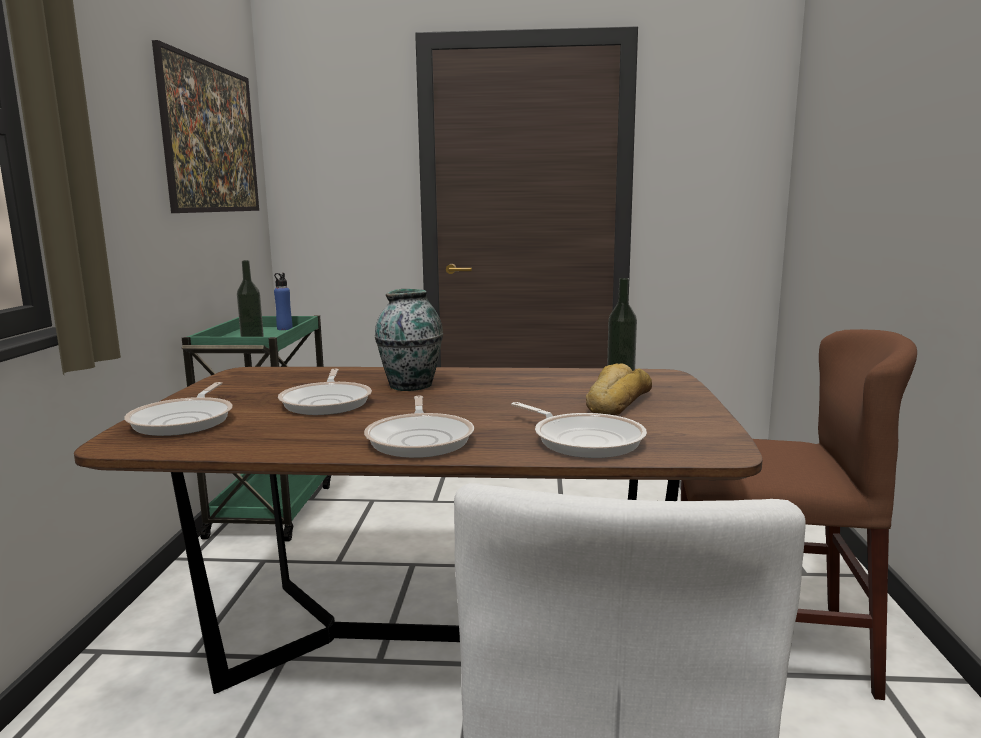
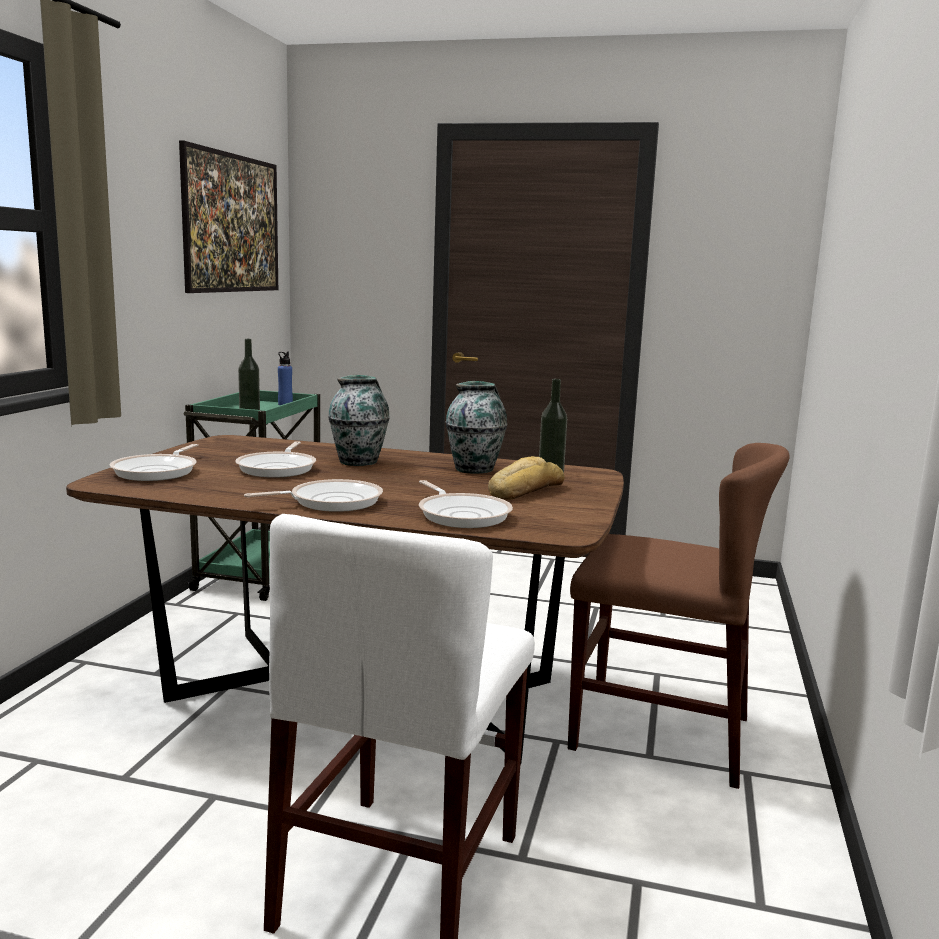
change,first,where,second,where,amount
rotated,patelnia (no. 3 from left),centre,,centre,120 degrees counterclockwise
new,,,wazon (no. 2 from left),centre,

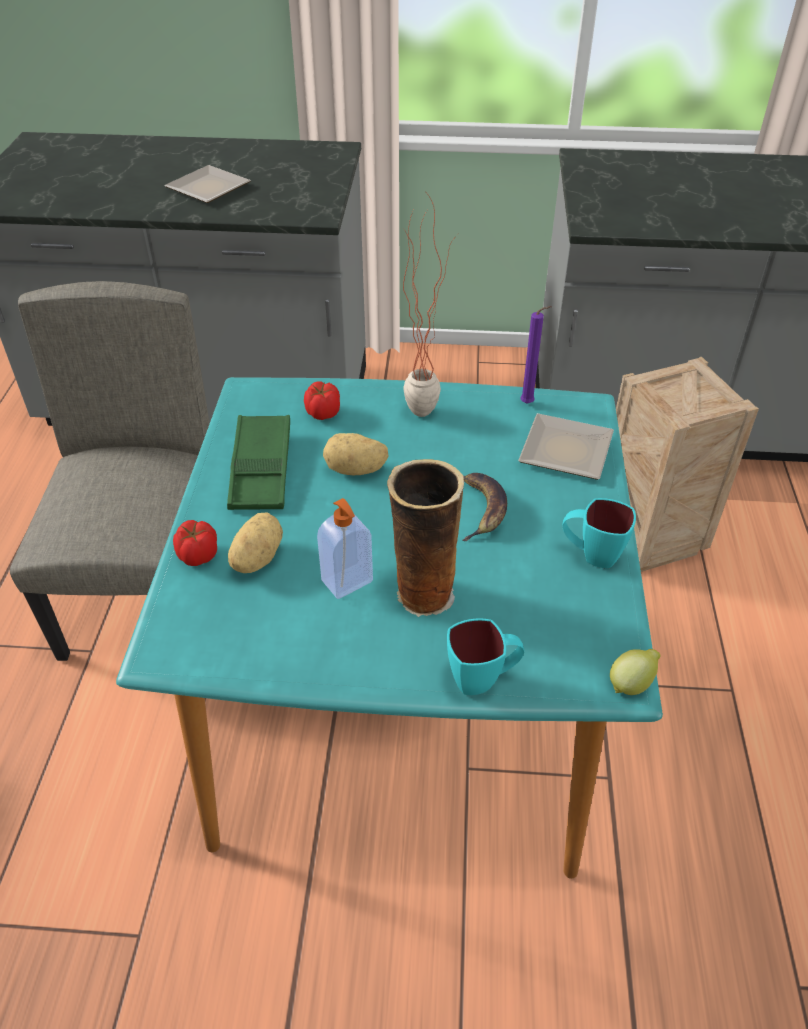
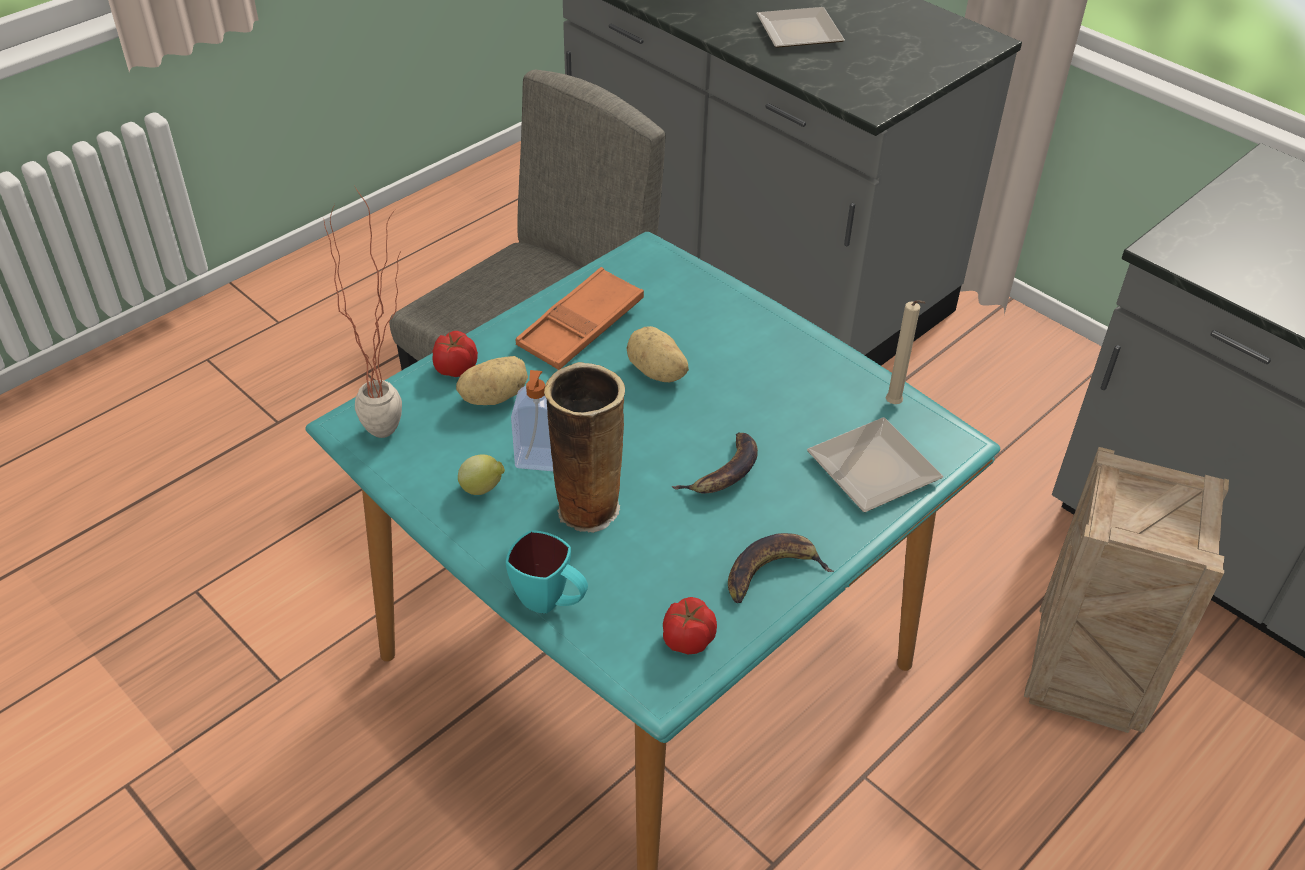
change,first,where,second,where,amount
shifted,roślina doniczkowa,top centre,,middle left,
repainted,świeca [fioletowy],centre,świeca [beżowy],middle right,
shifted,pomidor (no. 2 from left),centre,,bottom centre,
repainted,taca [zielony],middle left,taca [pomarańczowy],centre,
swapped,kubek [turkusowy] (no. 2 from left),middle right,banan (no. 2 from left),centre,
shifted,cytryna,middle right,,centre,

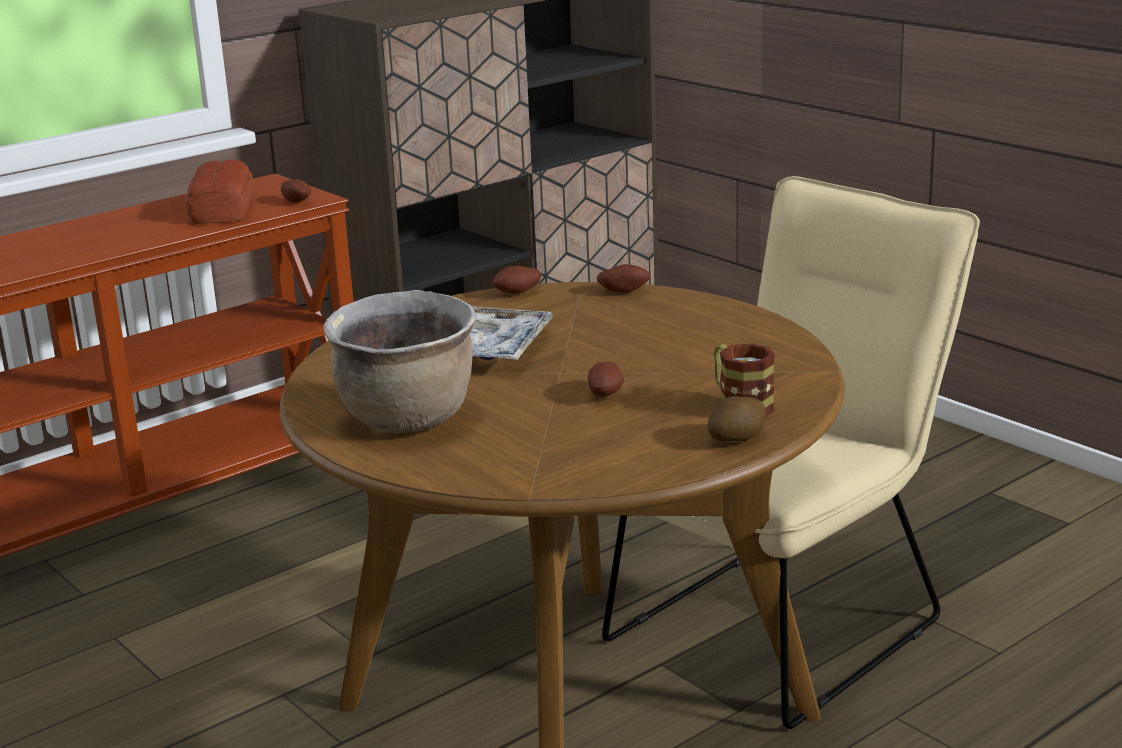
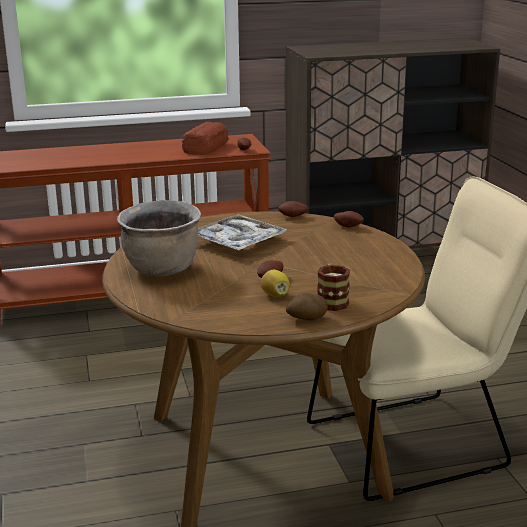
change,first,where,second,where,amount
new,,,cytryna,centre,

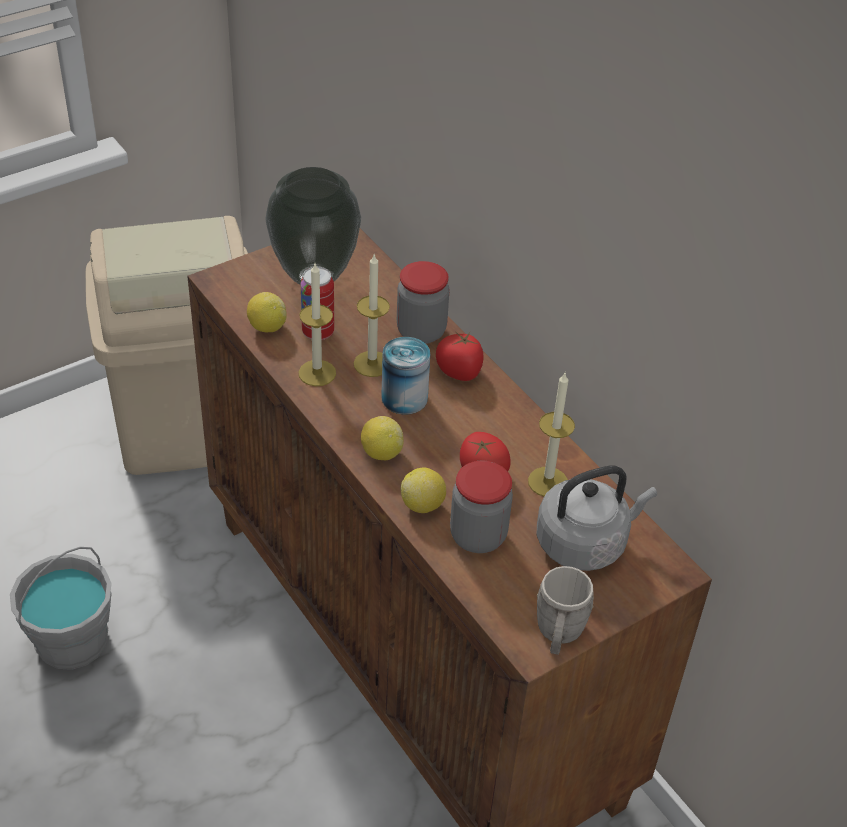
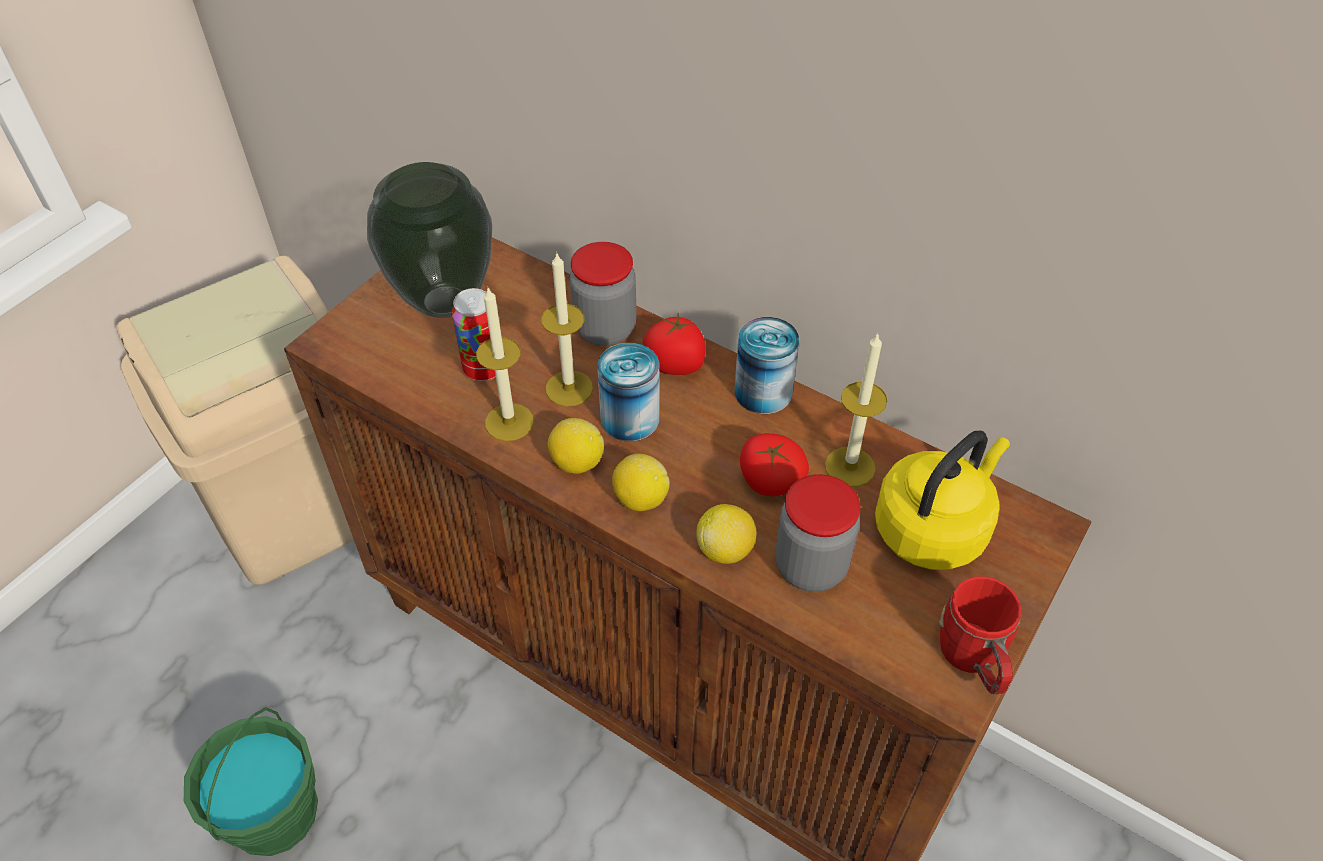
change,first,where,second,where,amount
shifted,cytryna (no. 1 from left),middle left,,centre,
repainted,czajnik [szary],middle right,czajnik [żółty],middle right,
repainted,wiadro [szary],bottom left,wiadro [zielony],bottom left,
repainted,kubek [szary],bottom right,kubek [czerwony],bottom right,
new,,,puszka (no. 3 from left),centre,

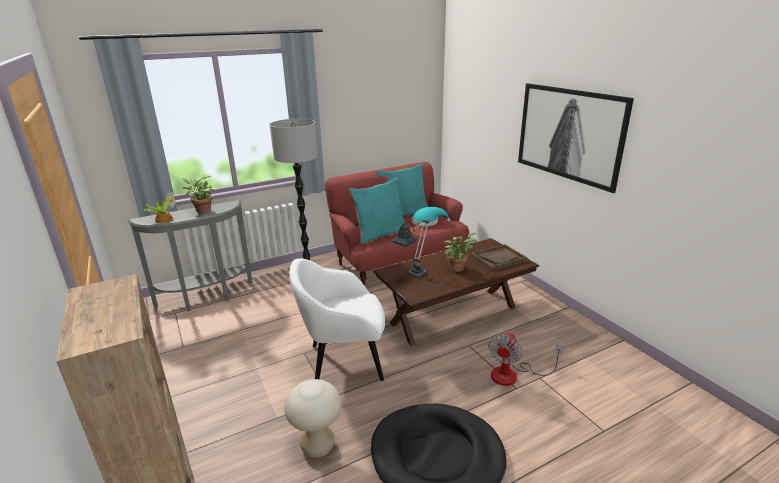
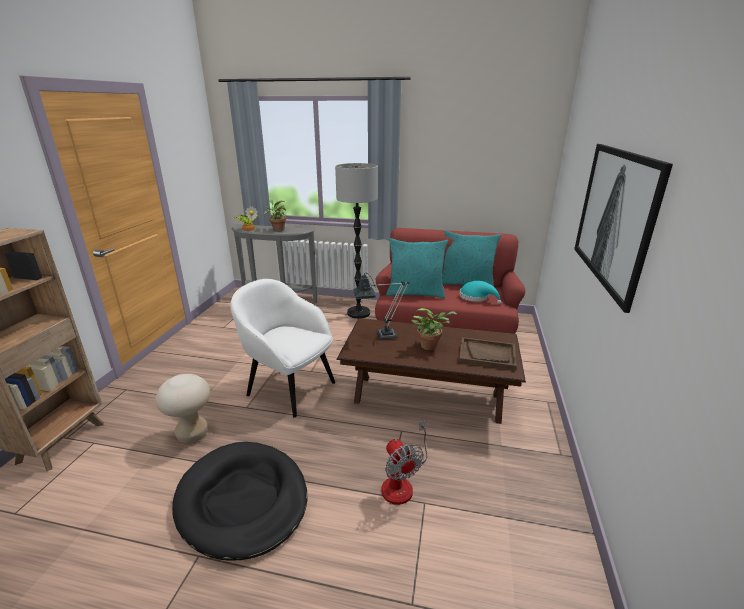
change,first,where,second,where,amount
rotated,wentylator,bottom right,,bottom centre,90 degrees counterclockwise

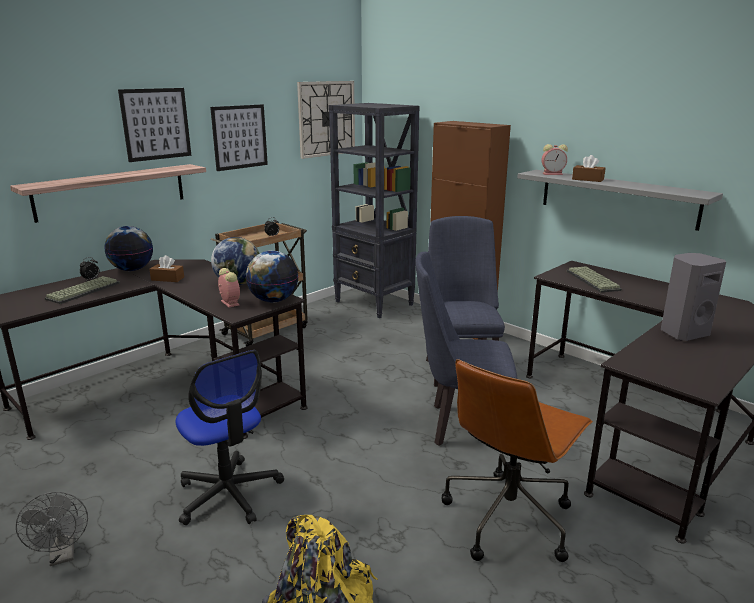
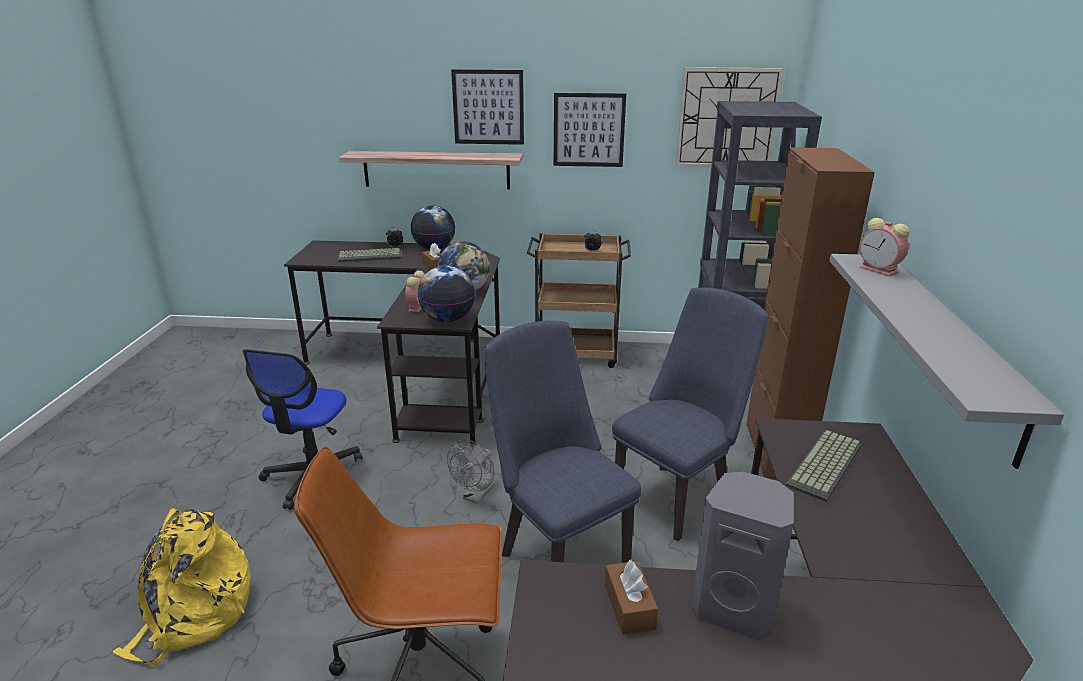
change,first,where,second,where,amount
shifted,pudełko chusteczek [brązowy] (no. 2 from left),top right,,bottom centre,
shifted,wentylator [szary],bottom left,,bottom centre,

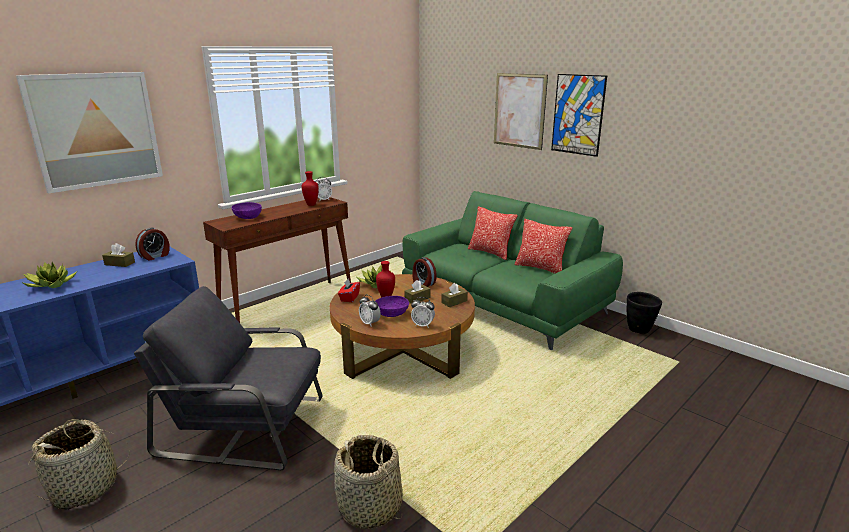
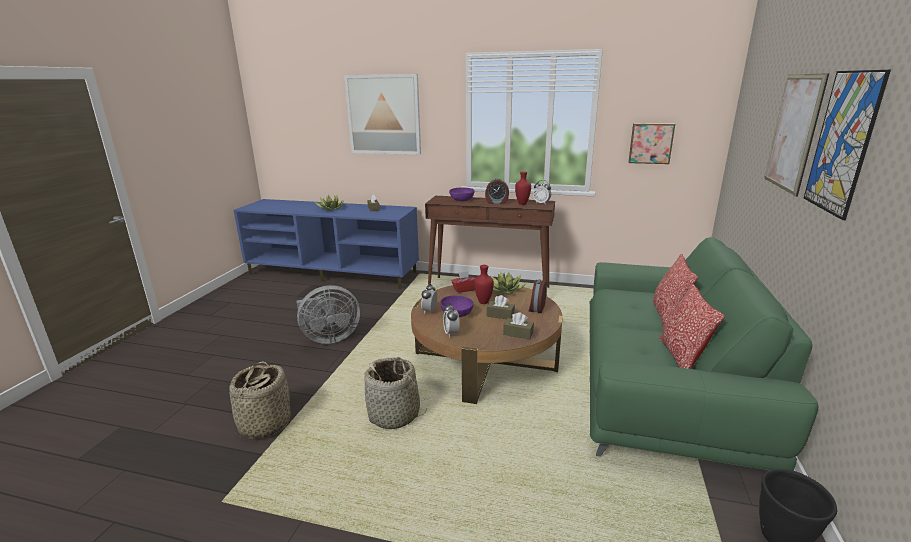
change,first,where,second,where,amount
shifted,budzik (no. 1 from left in the first image),middle left,budzik (no. 3 from left),centre,
swapped,fotel [szary],bottom left,wentylator [szary],centre,
shifted,koszyk (no. 1 from left in the first image),bottom left,koszyk (no. 2 from left),bottom centre,
new,,,obraz (no. 2 from left),top right,

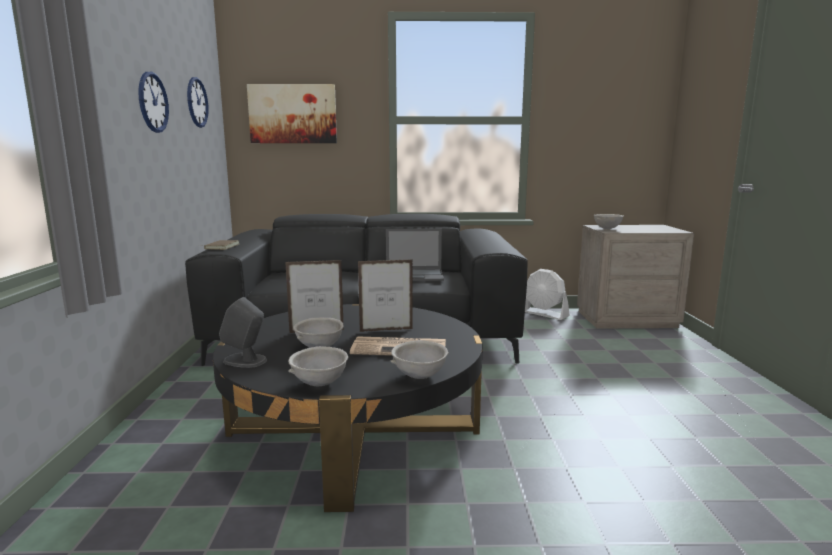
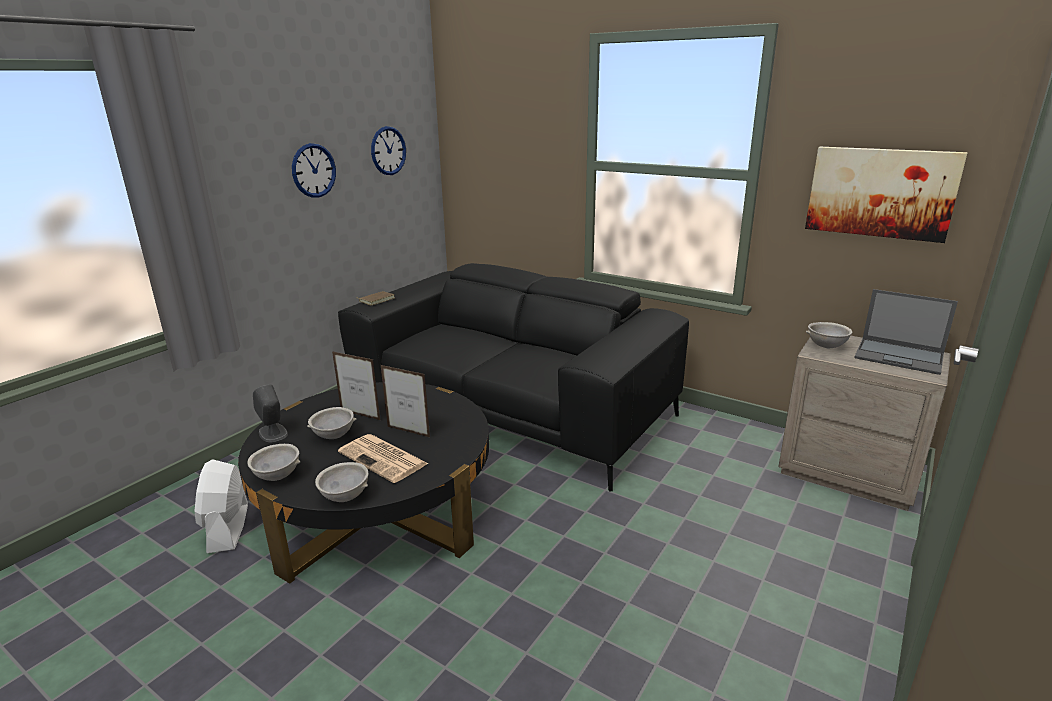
change,first,where,second,where,amount
shifted,obraz,top centre,,top right,
shifted,laptop,centre,,middle right,
shifted,wentylator [biały],centre,,bottom left,

